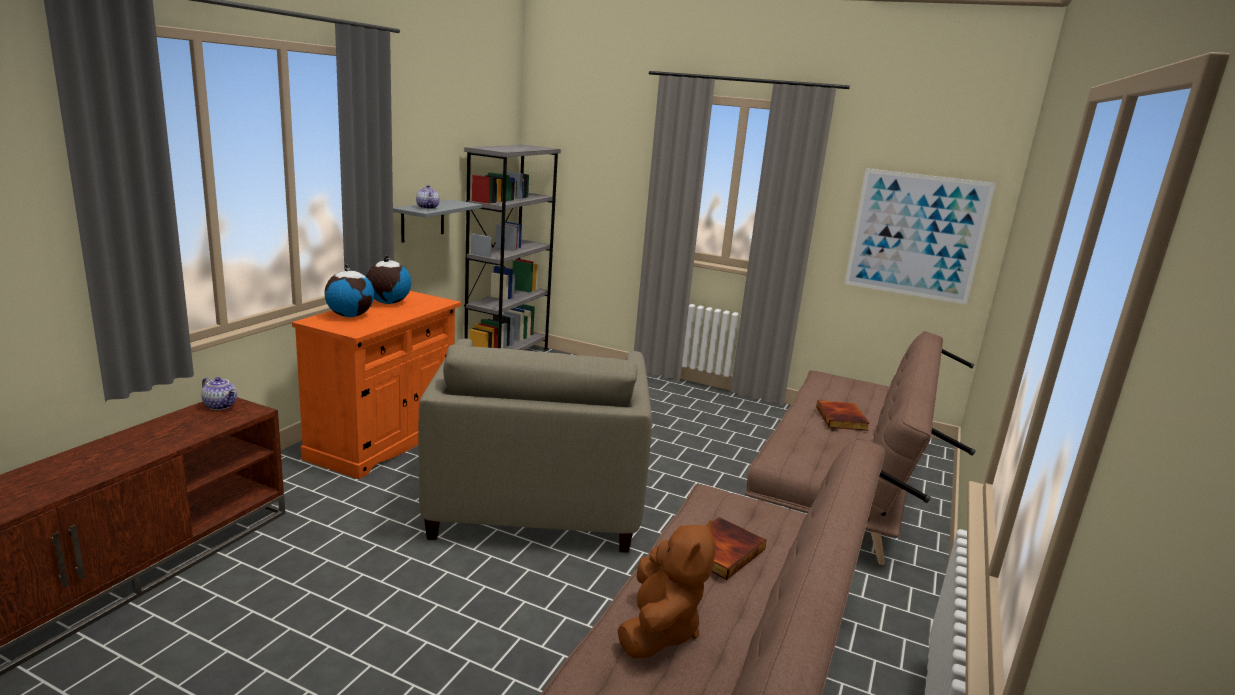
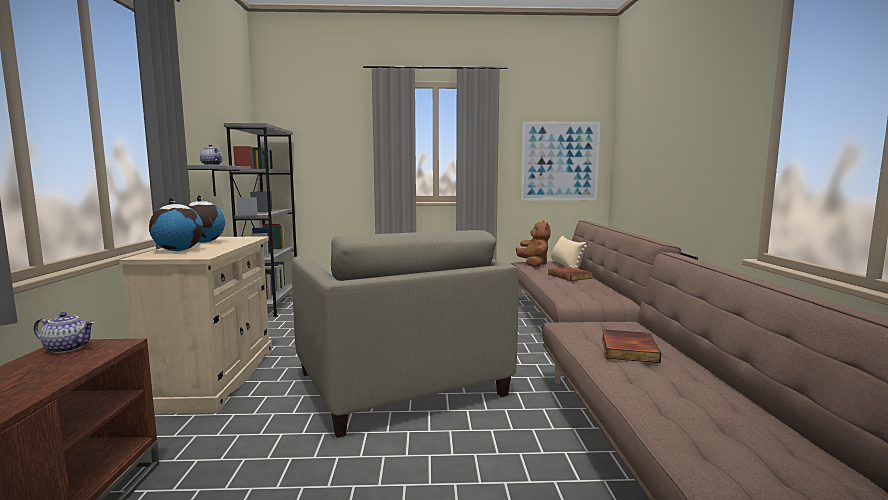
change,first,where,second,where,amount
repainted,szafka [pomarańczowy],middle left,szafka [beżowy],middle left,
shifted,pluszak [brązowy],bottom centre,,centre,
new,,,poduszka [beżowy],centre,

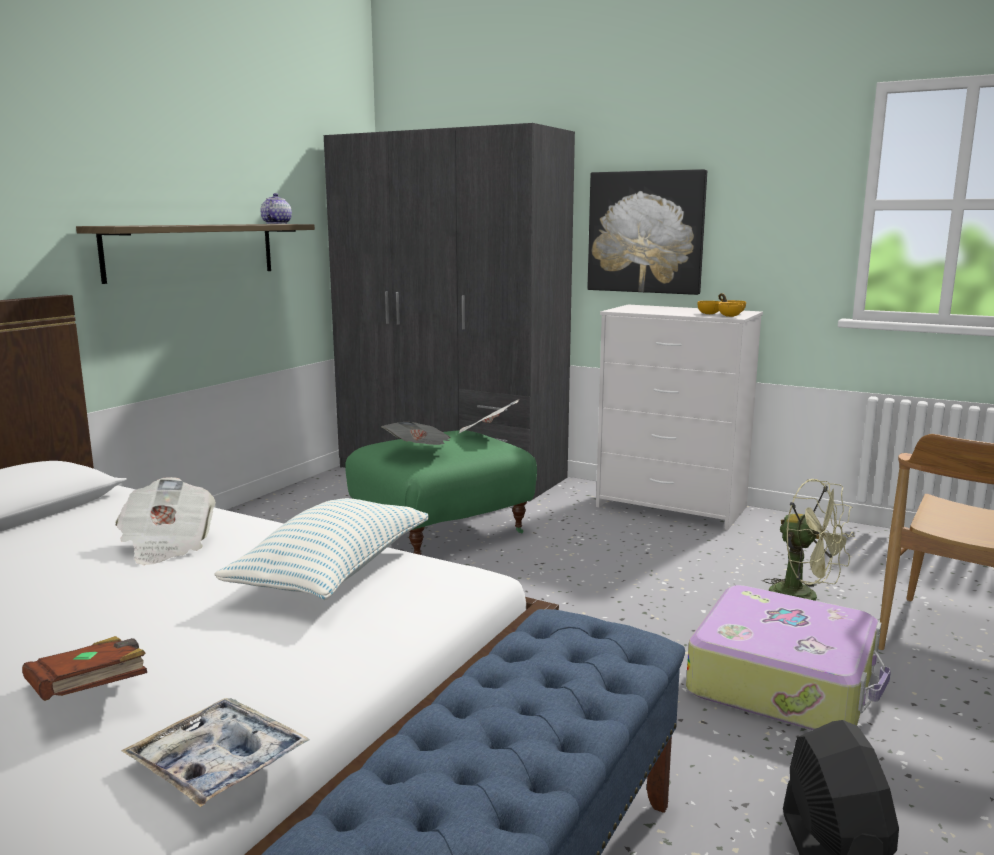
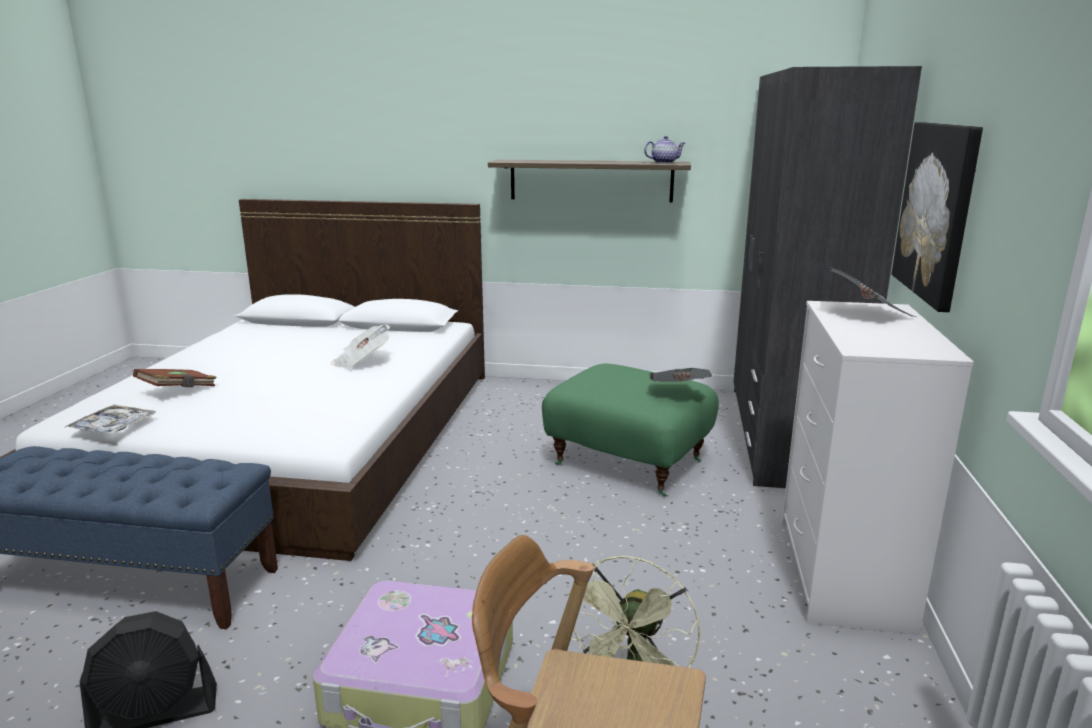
change,first,where,second,where,amount
gone,miska,middle right,,,
shifted,gazeta (no. 2 from left in the first image),centre,gazeta (no. 3 from left),middle right,
gone,poduszka,middle left,,,

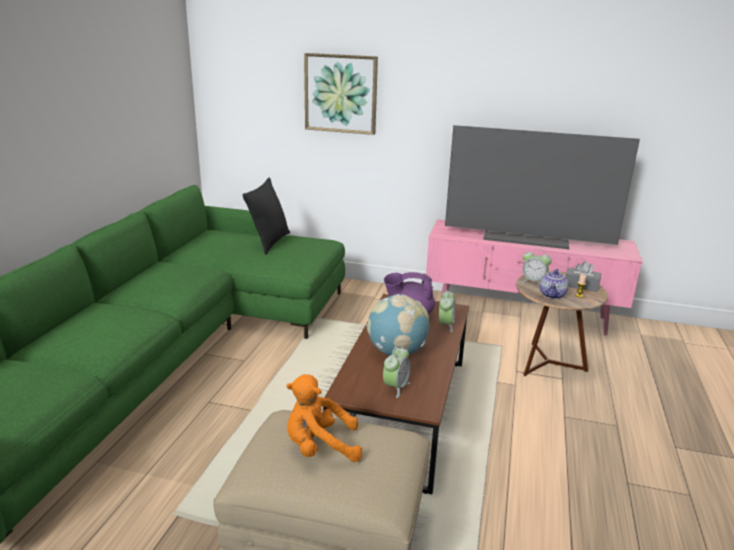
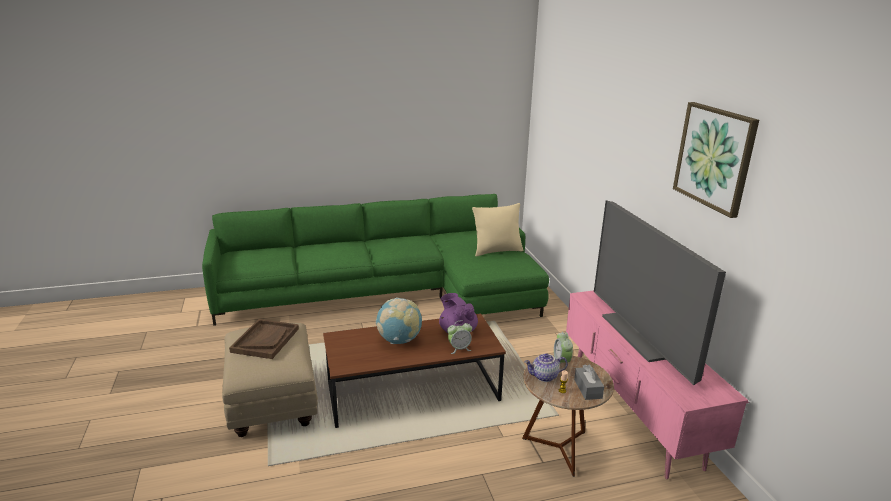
change,first,where,second,where,amount
shifted,obraz,top centre,,top right,
repainted,poduszka [czarny],centre,poduszka [beżowy],centre,
gone,budzik (no. 1 from left),bottom centre,,,
swapped,pluszak [pomarańczowy],bottom centre,taca [brązowy],bottom left,

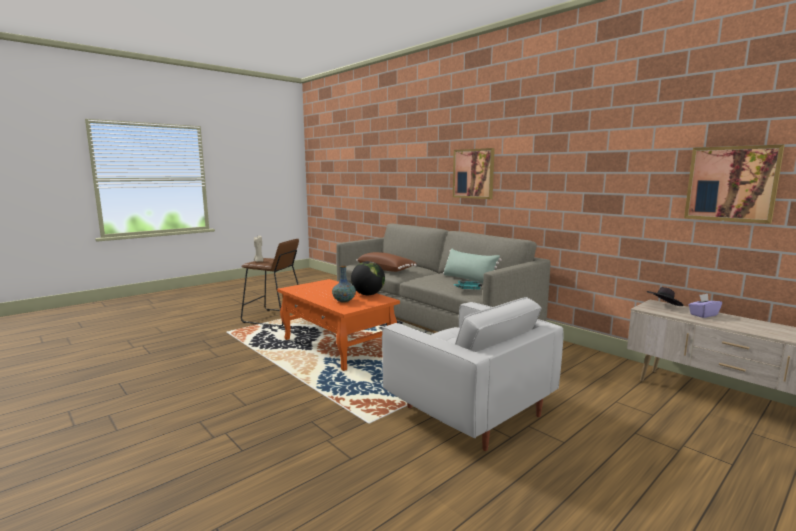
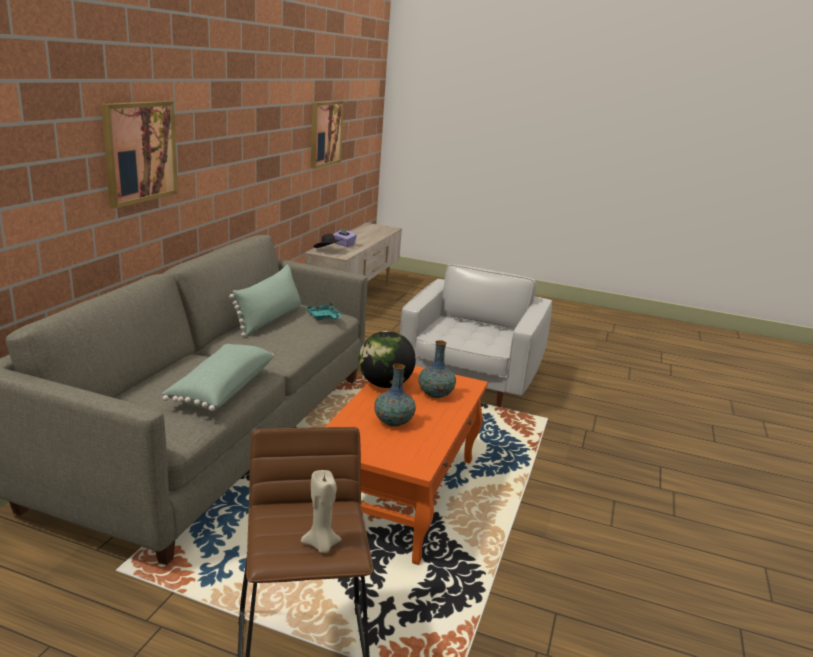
change,first,where,second,where,amount
repainted,poduszka [brązowy],centre,poduszka [zielony] (no. 1 from left),middle left,
new,,,wazon (no. 1 from left),centre,

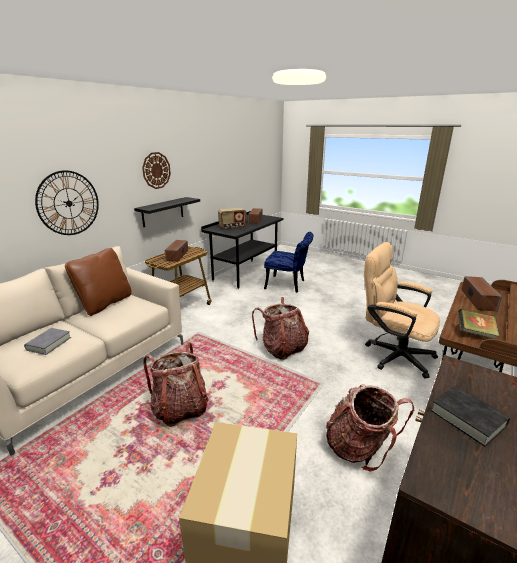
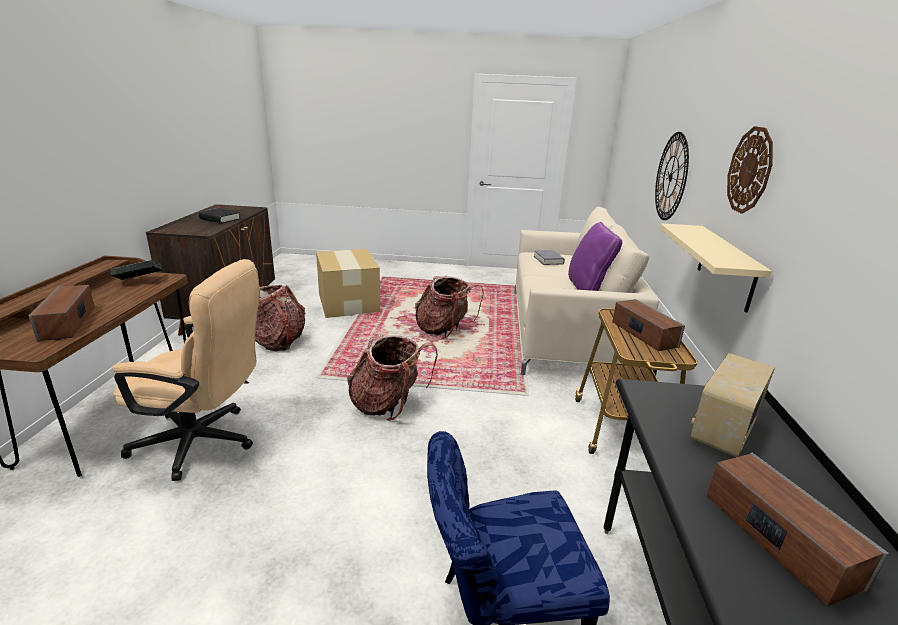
change,first,where,second,where,amount
repainted,półka [czarny],middle left,półka [beżowy],middle right,
repainted,poduszka [brązowy],middle left,poduszka [fioletowy],centre,

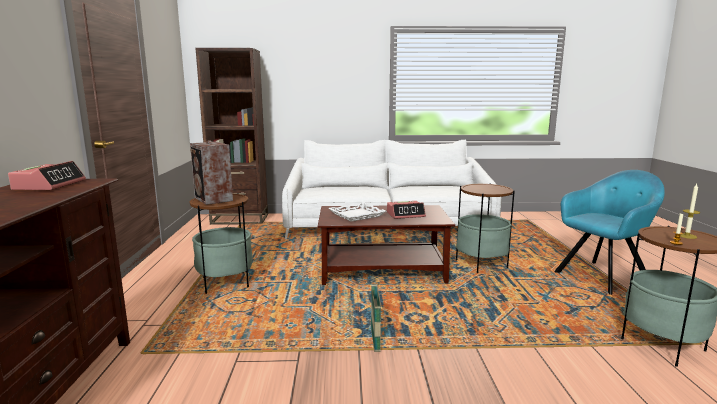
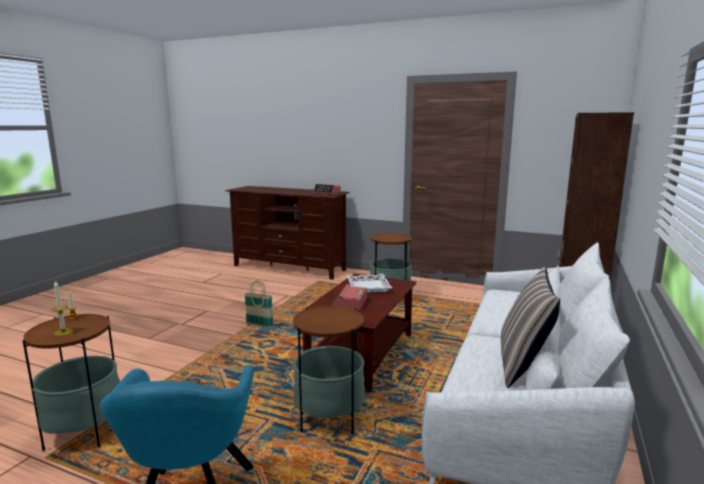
change,first,where,second,where,amount
gone,głośnik,middle left,,,
new,,,poduszka,bottom right,

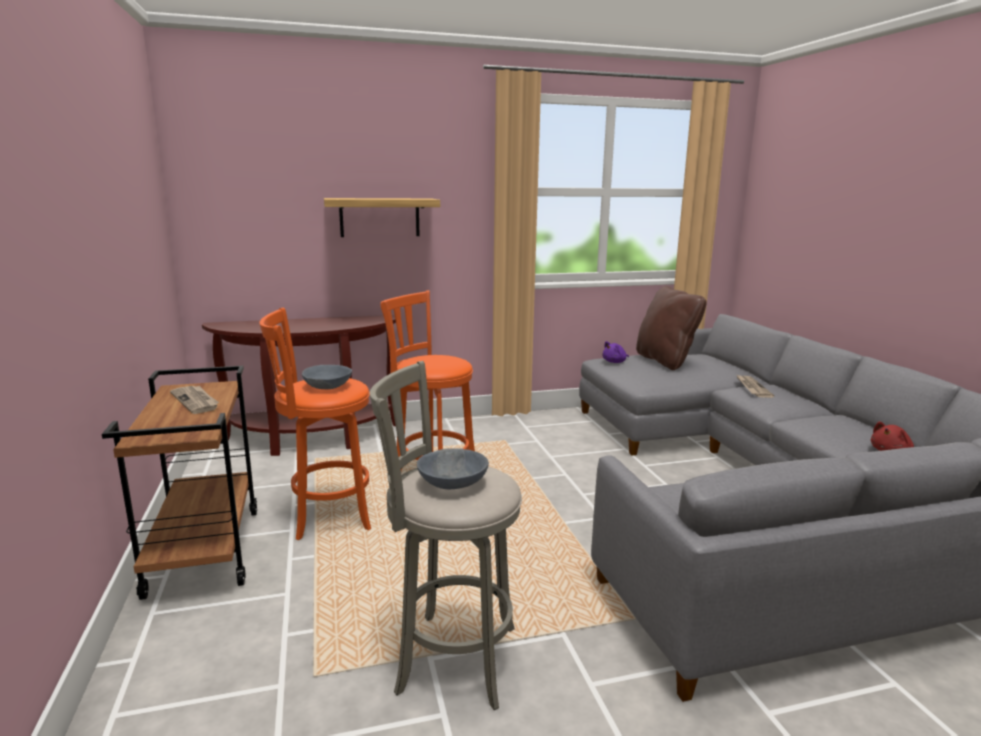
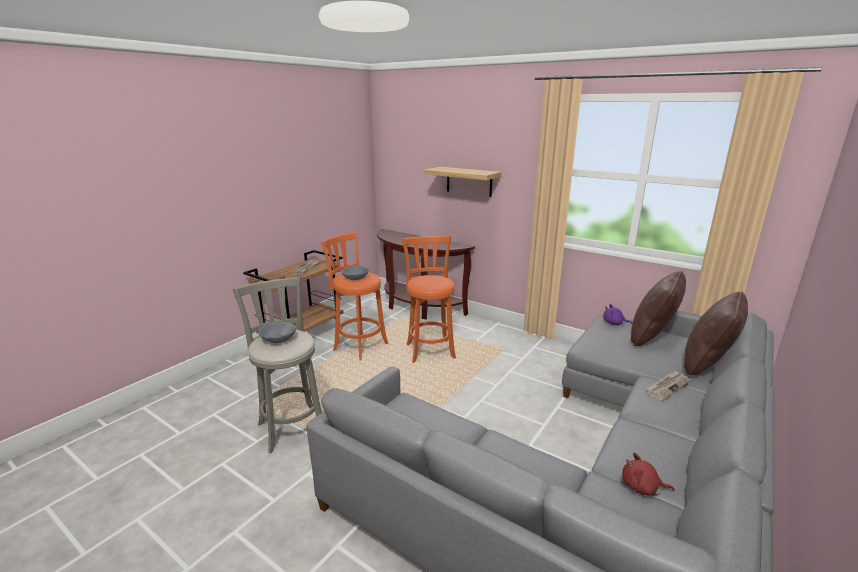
change,first,where,second,where,amount
new,,,poduszka [brązowy] (no. 2 from left),middle right,

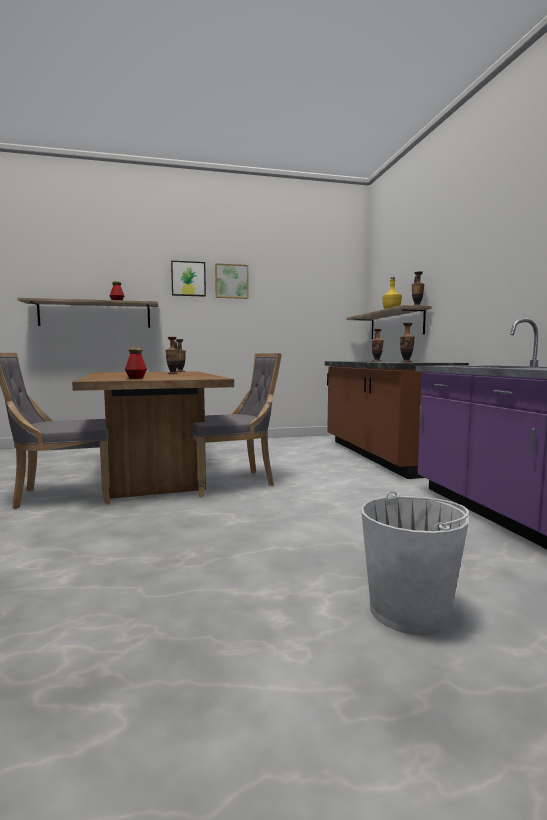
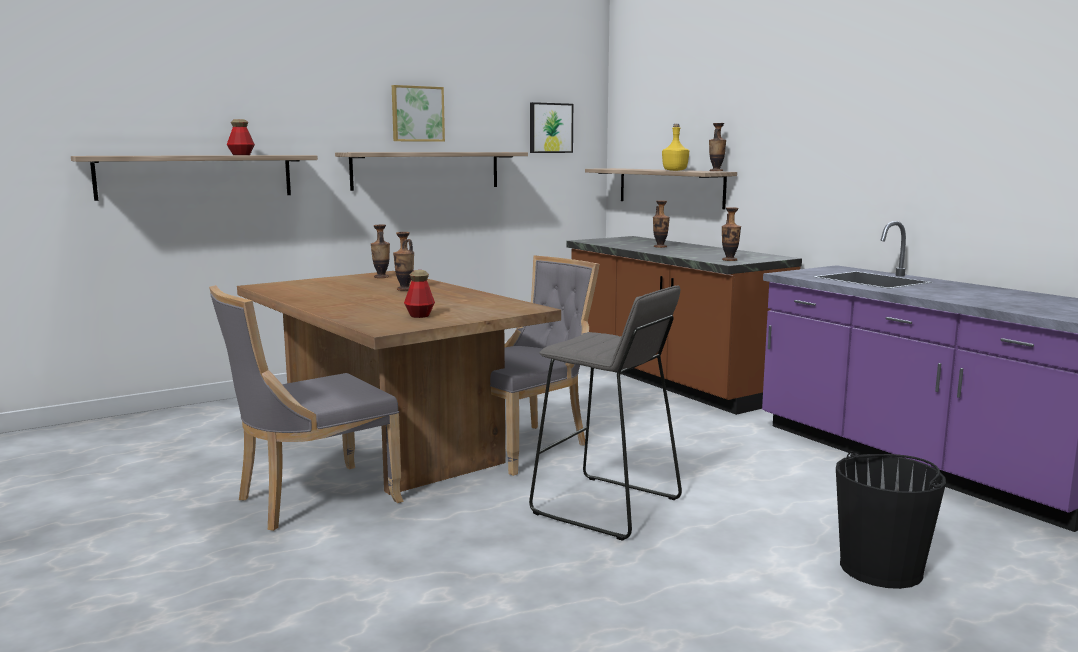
change,first,where,second,where,amount
shifted,obraz (no. 1 from left in the first image),centre,obraz (no. 2 from left),top centre,
repainted,wiadro [biały],bottom right,wiadro [czarny],bottom right,
new,,,półka (no. 2 from left),top centre,
new,,,stołek [szary],centre,

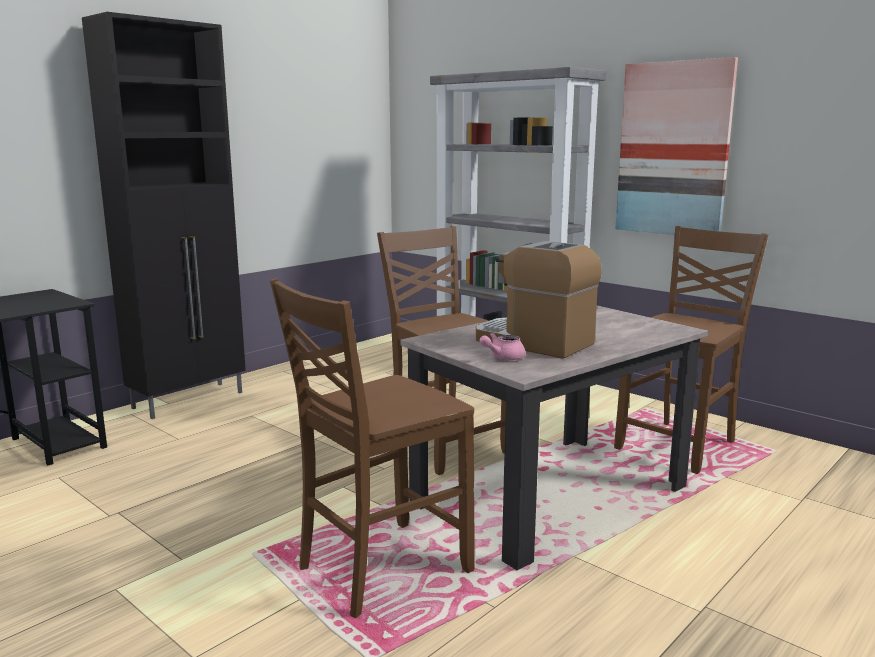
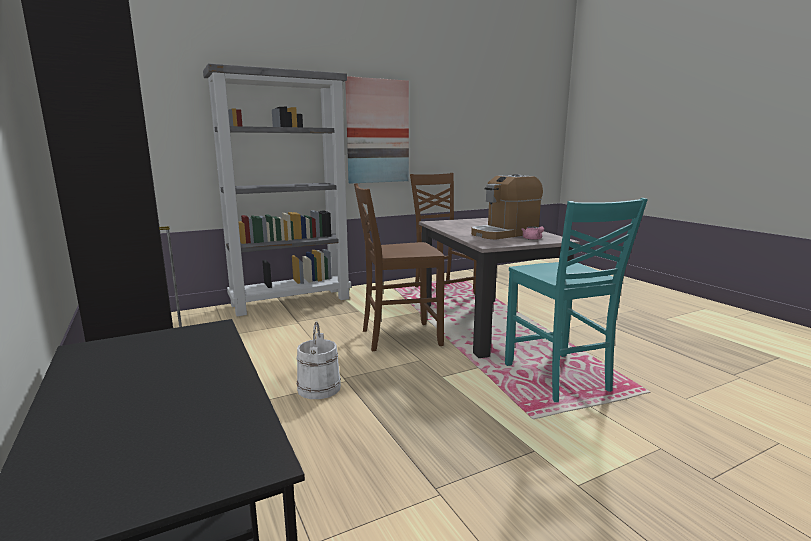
change,first,where,second,where,amount
repainted,krzesło [brązowy] (no. 1 from left),bottom centre,krzesło [turkusowy],middle right,
new,,,wiadro [biały],centre,

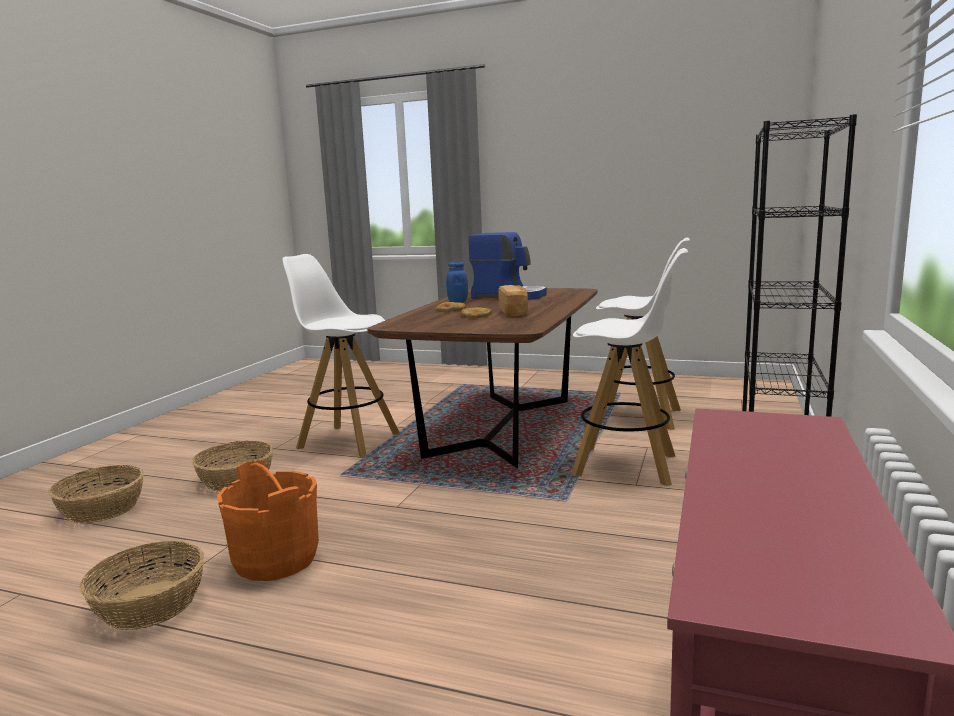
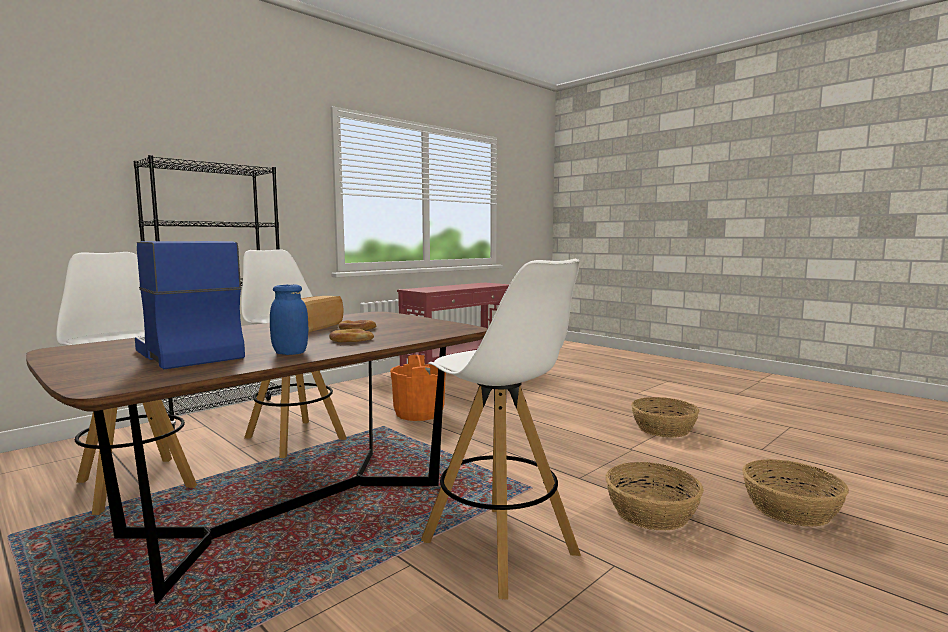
change,first,where,second,where,amount
shifted,wiadro [pomarańczowy],bottom left,,centre,

